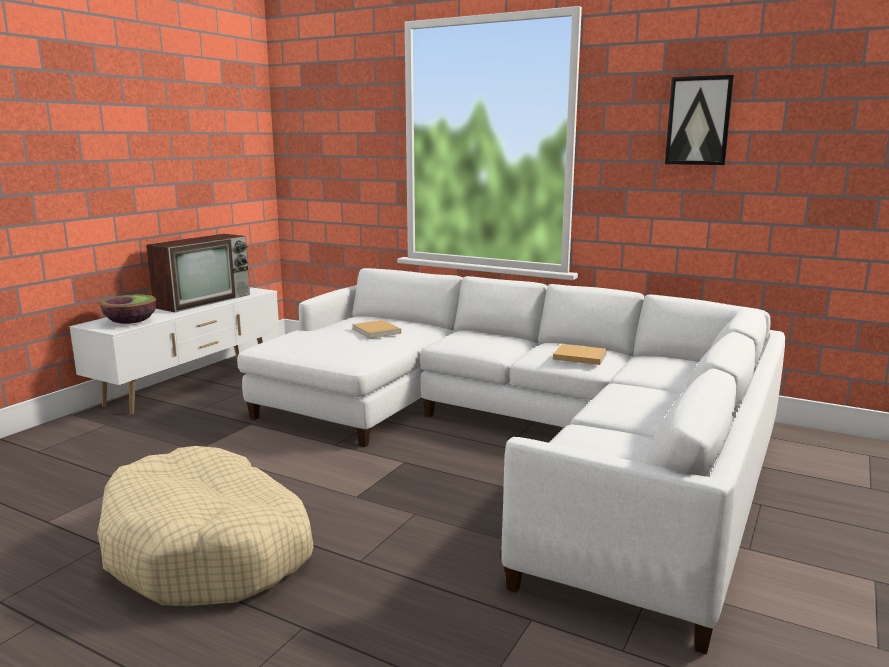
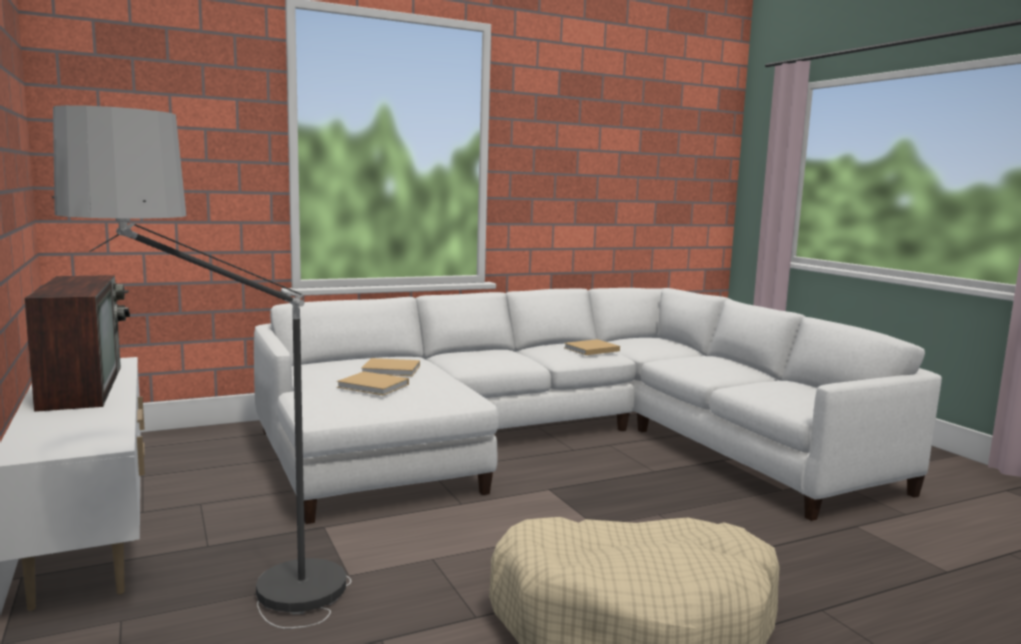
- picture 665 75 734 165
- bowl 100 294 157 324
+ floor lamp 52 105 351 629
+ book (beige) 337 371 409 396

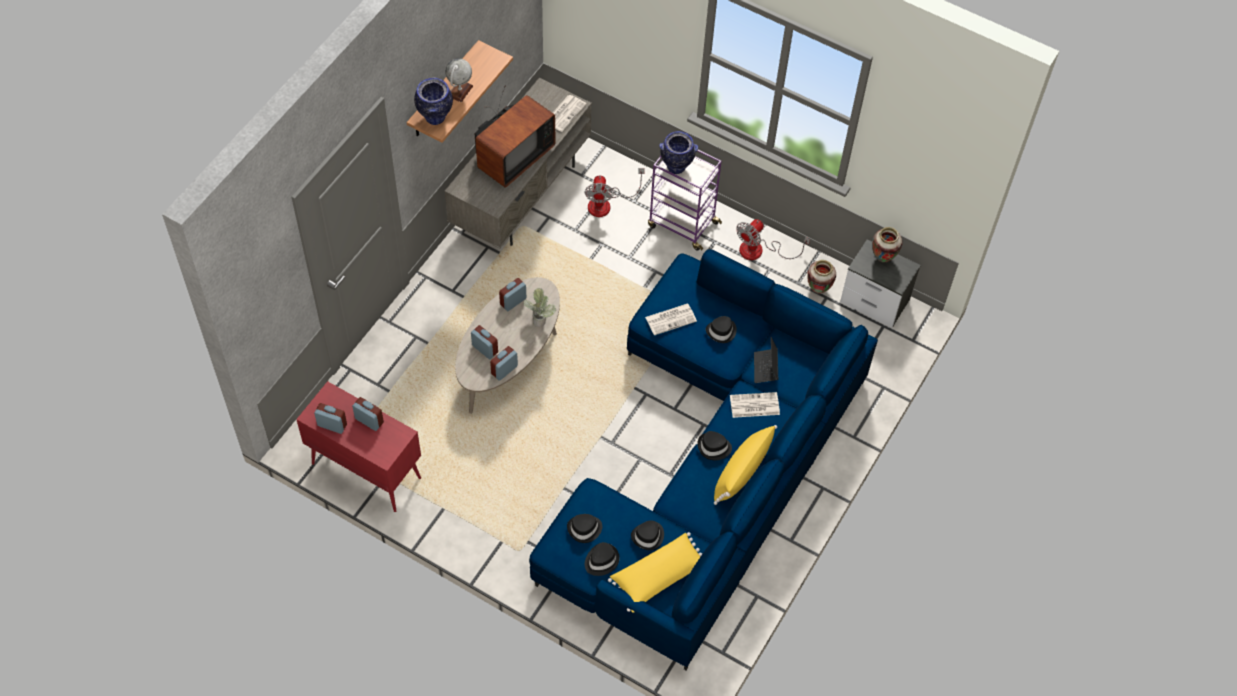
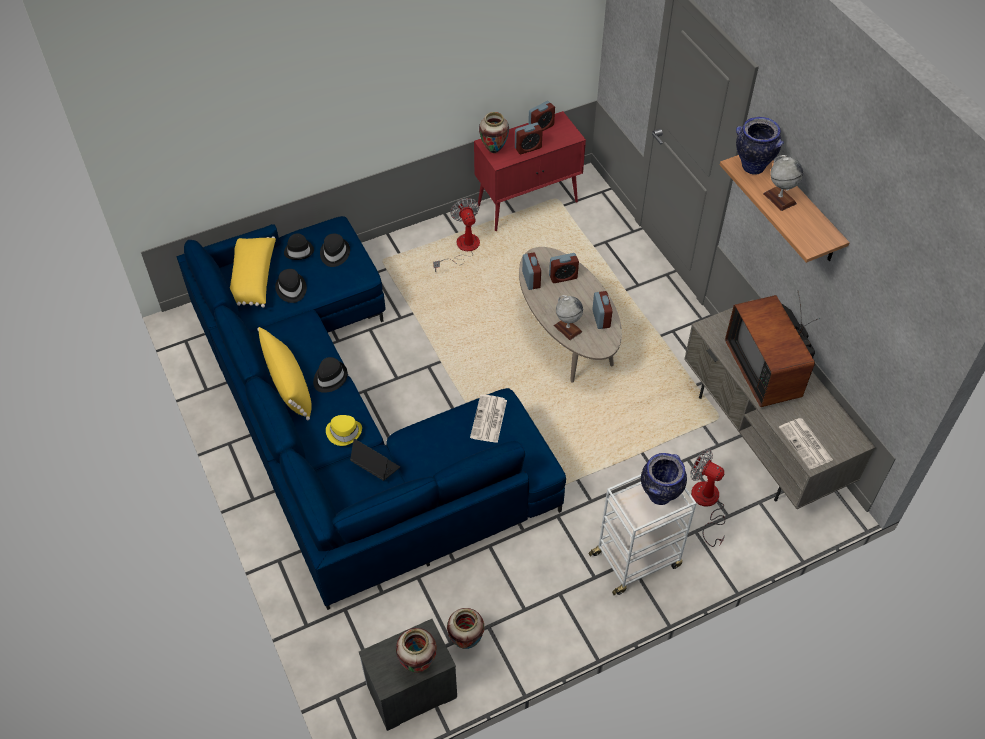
~ cart (purple) 648 150 722 251 to cart (white) 589 474 697 595
~ fan 736 219 810 260 to 433 198 480 272
~ potted plant 524 288 556 327 to globe 554 295 583 340
- hat (black) 706 316 737 343
~ newspaper 730 392 780 418 to hat (yellow) 326 415 362 446
+ vase 479 112 509 153

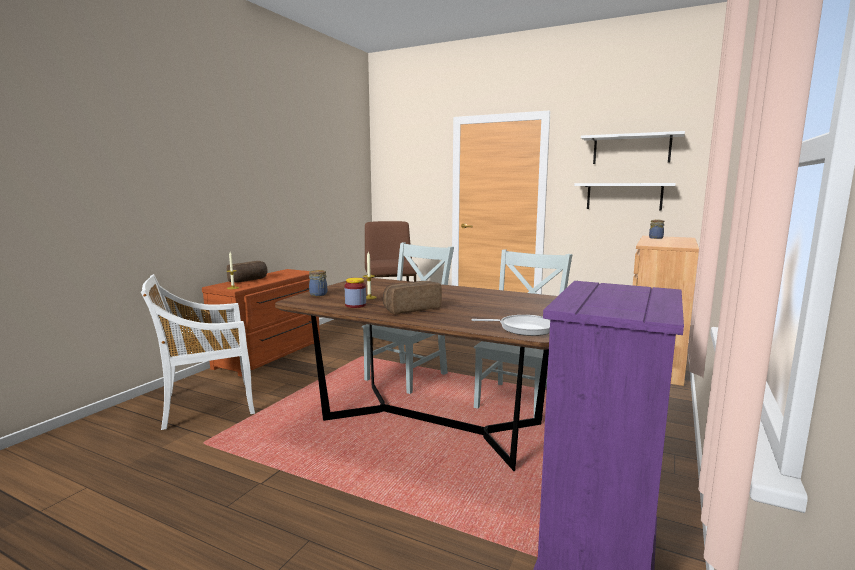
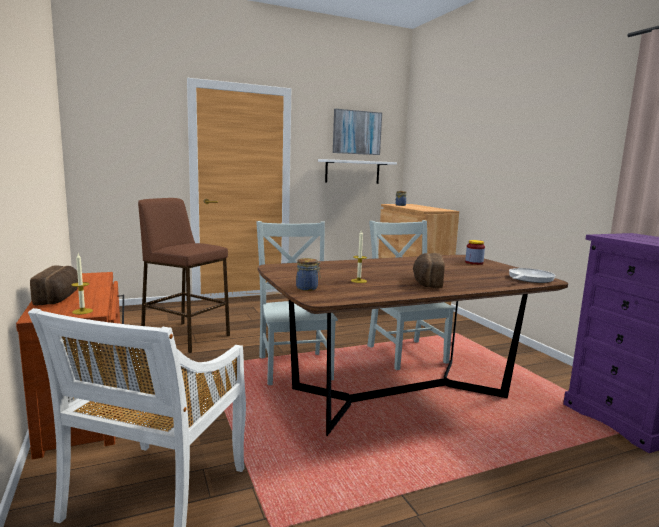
~ shelf (white) 581 131 685 164 to picture 333 109 382 155
~ jar 345 278 366 308 to 465 240 485 265

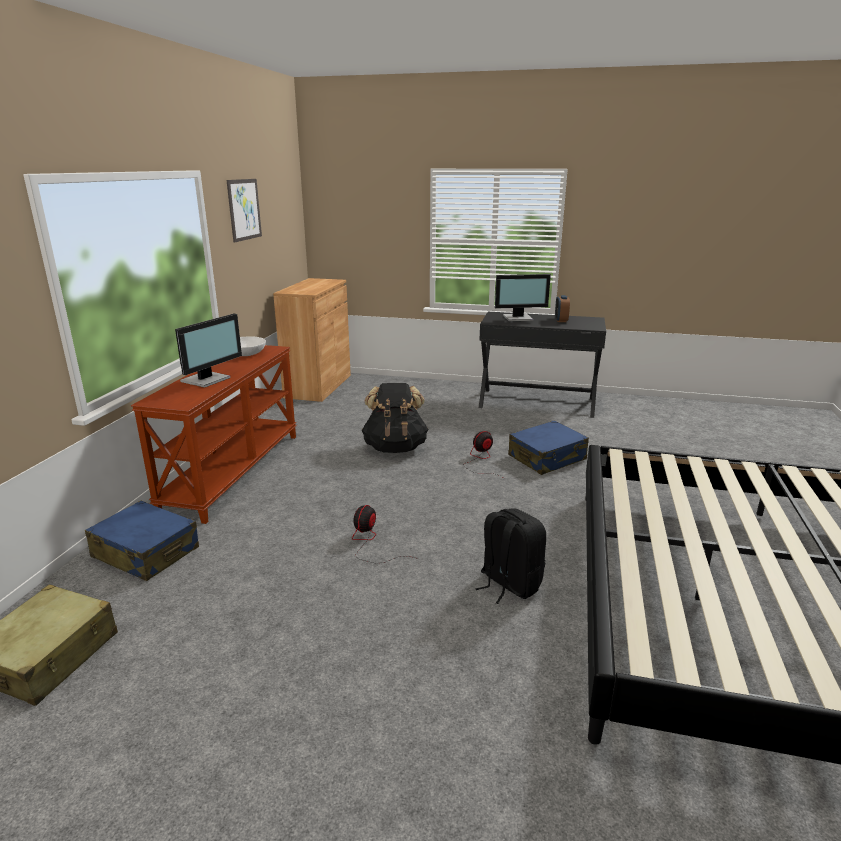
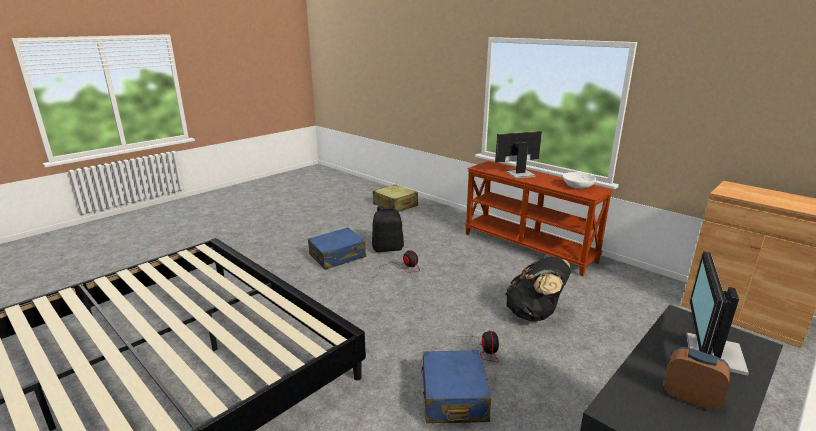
- picture 226 179 262 242
~ monitor 175 314 242 388 = 495 131 542 179 105 degrees clockwise
~ suitcase (blue) 85 501 199 581 to 308 227 366 270
~ backpack (black) 475 508 546 604 to 372 205 404 252

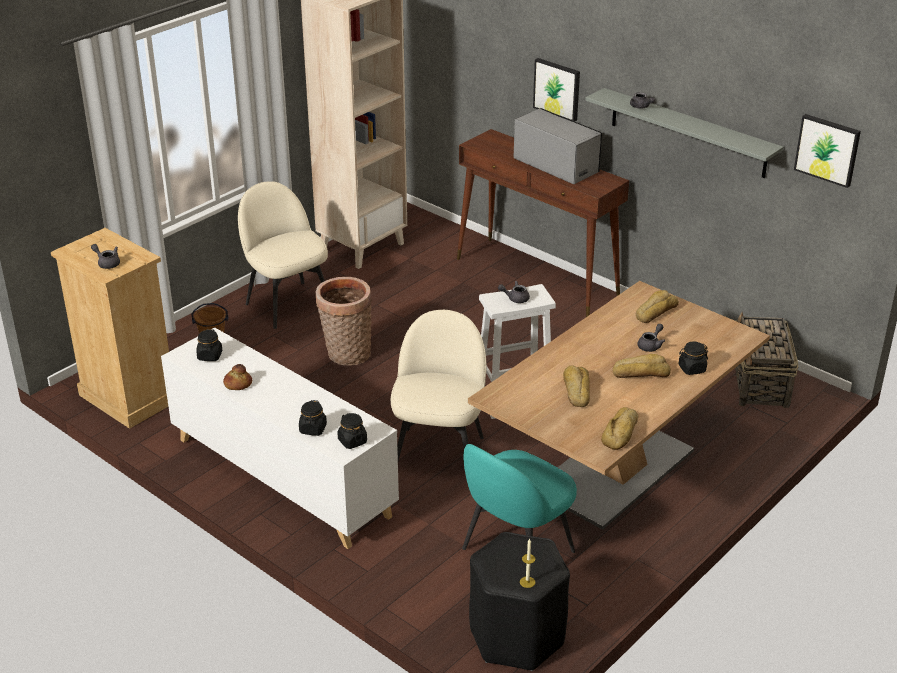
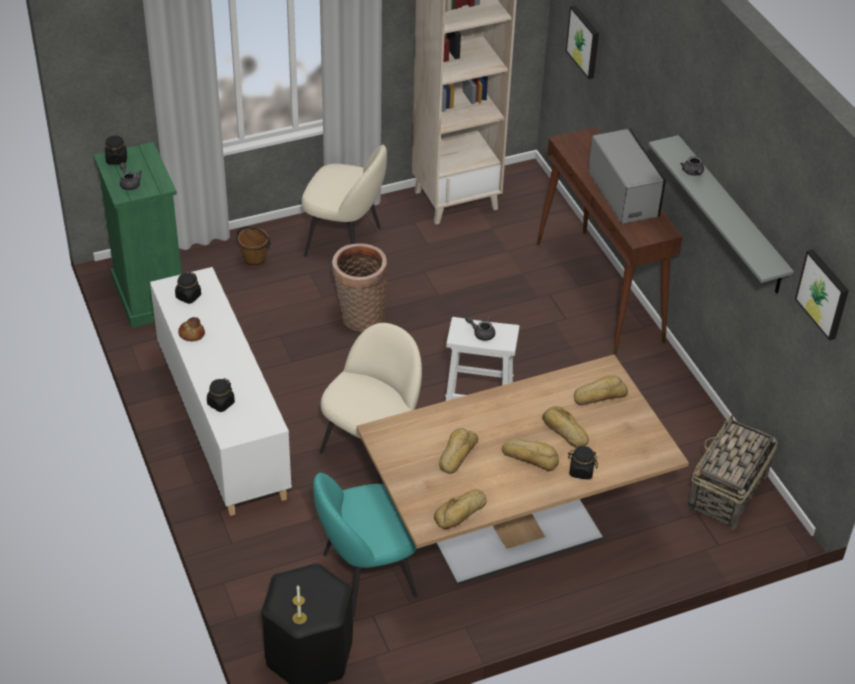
~ picture 533 58 580 121 to 566 5 599 79
~ chair (beige) 238 181 328 329 = 302 145 387 257 120 degrees clockwise
~ dresser (beige) 51 228 169 429 to dresser (green) 93 142 182 328
~ teapot (grey) 638 324 665 352 to bread 542 406 589 448
~ jar (black) 337 413 367 449 to 105 135 127 165

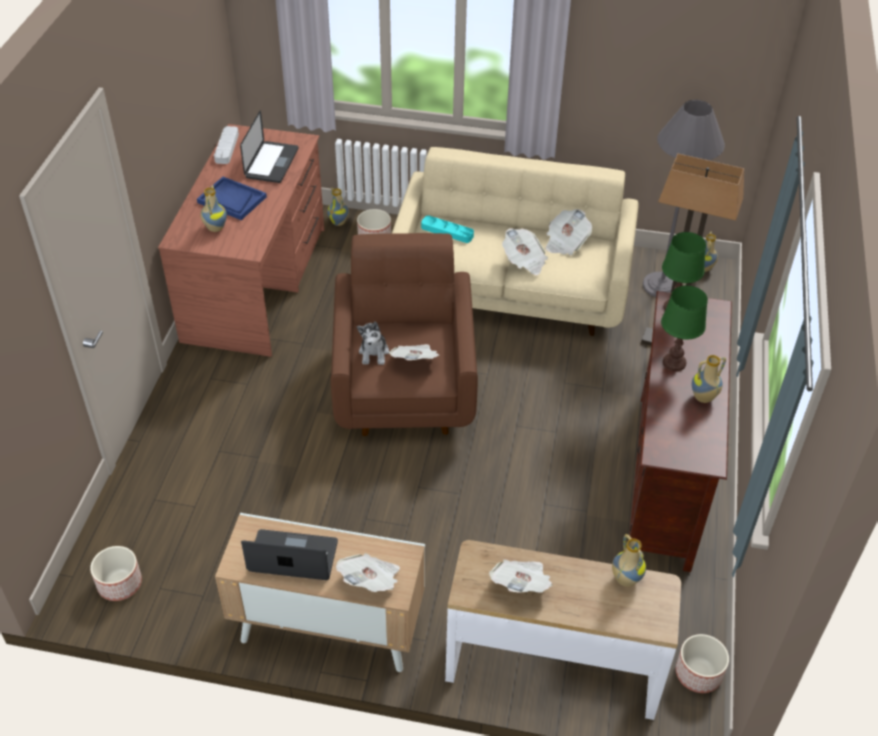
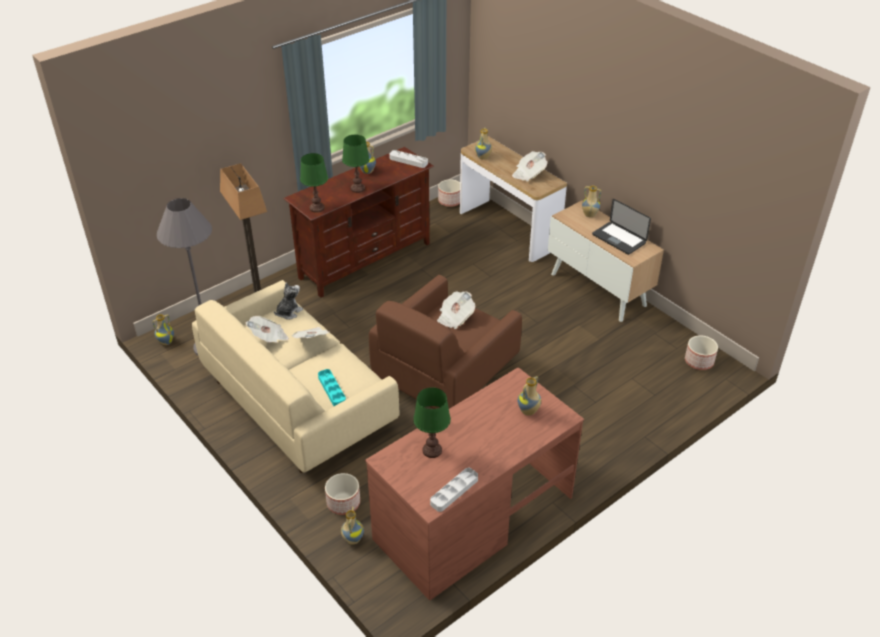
~ laptop 240 110 299 183 to table lamp (green) 413 387 451 458
- tray (blue) 197 177 267 220
~ plush toy 357 321 389 365 to 274 282 303 320
~ newspaper 336 553 400 592 to vase 582 186 601 217
+ tray (grey) 389 150 428 168

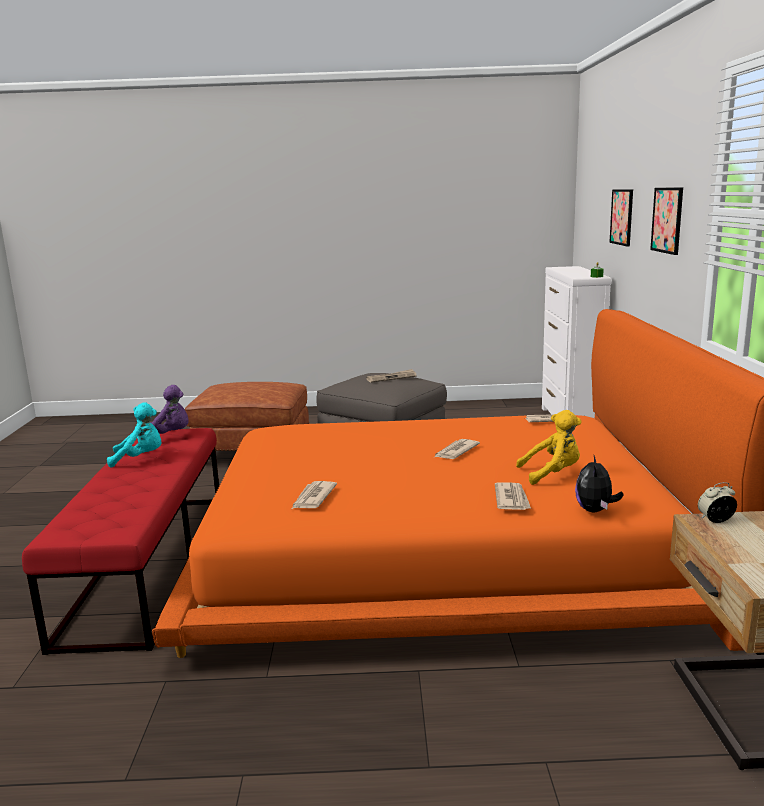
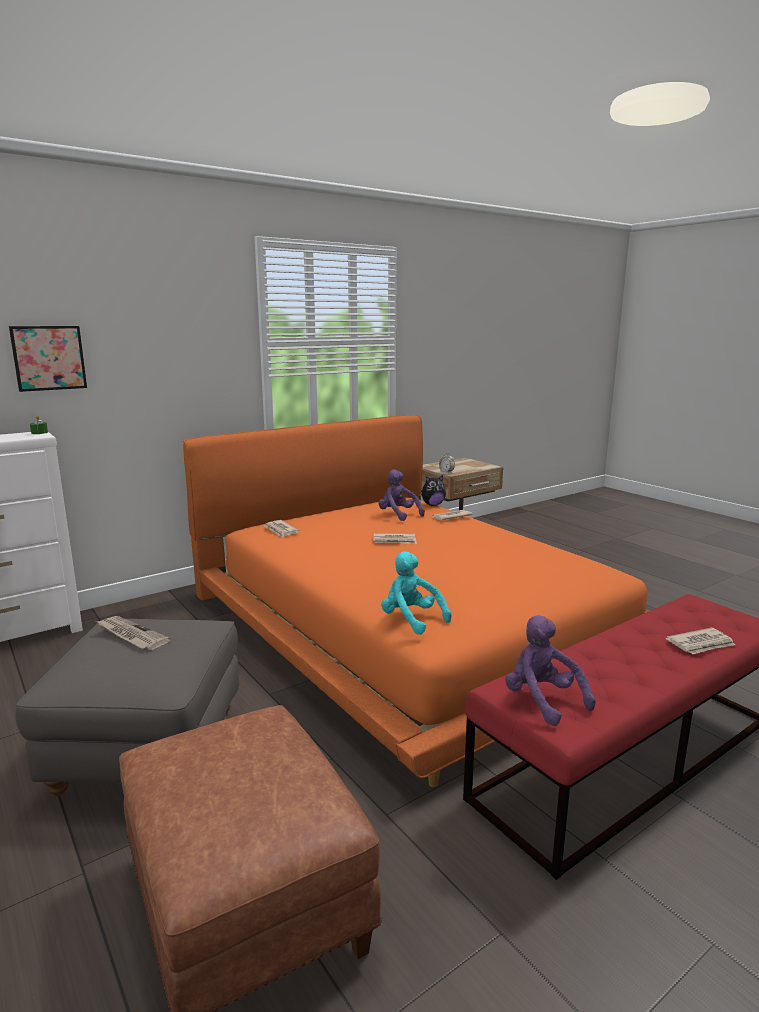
- picture 650 187 683 255
~ plush toy (turquoise) 107 402 161 468 to 381 551 452 635
~ plush toy (yellow) 516 410 582 485 to plush toy (purple) 378 469 425 521
~ newspaper 292 481 337 509 to 666 628 735 654

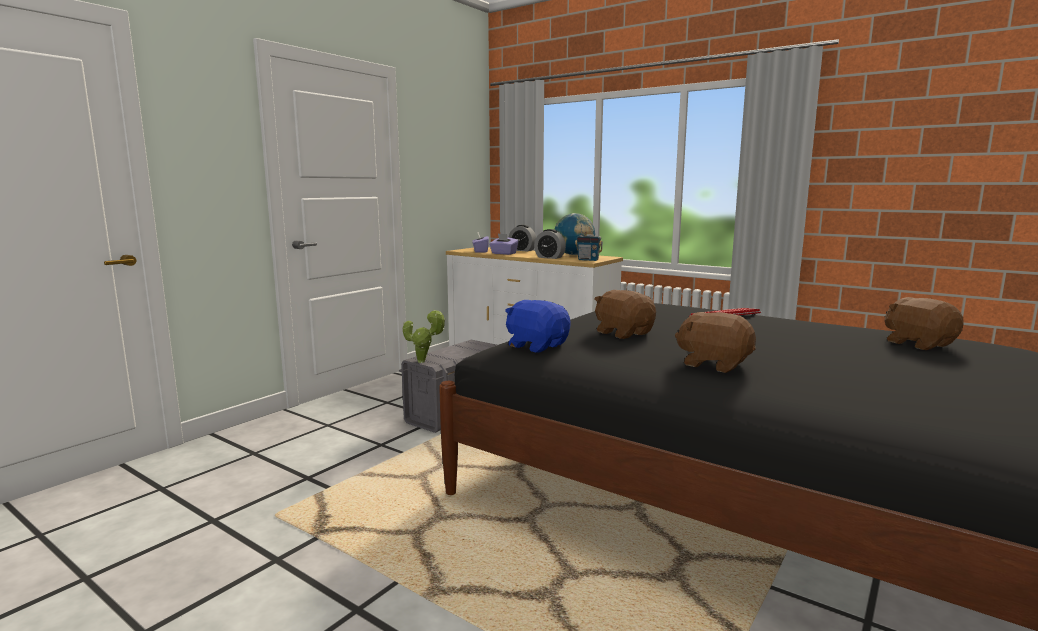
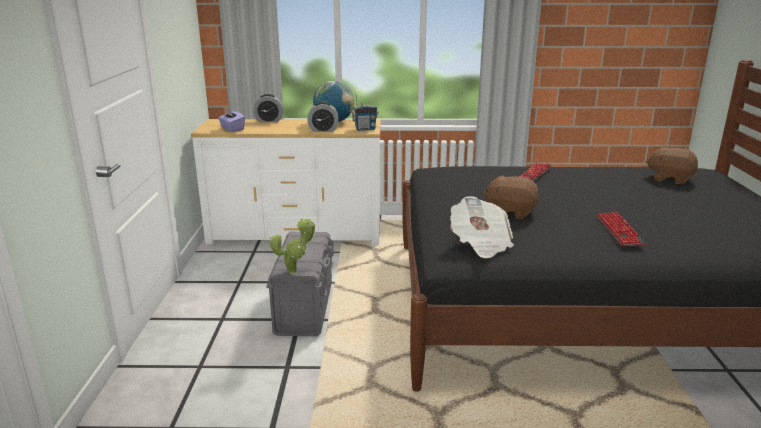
- tissue box (purple) 489 234 519 255
~ plush toy (blue) 505 300 571 353 to newspaper 450 196 514 259
~ plush toy (brown) 675 312 756 373 to keyboard 596 212 646 246

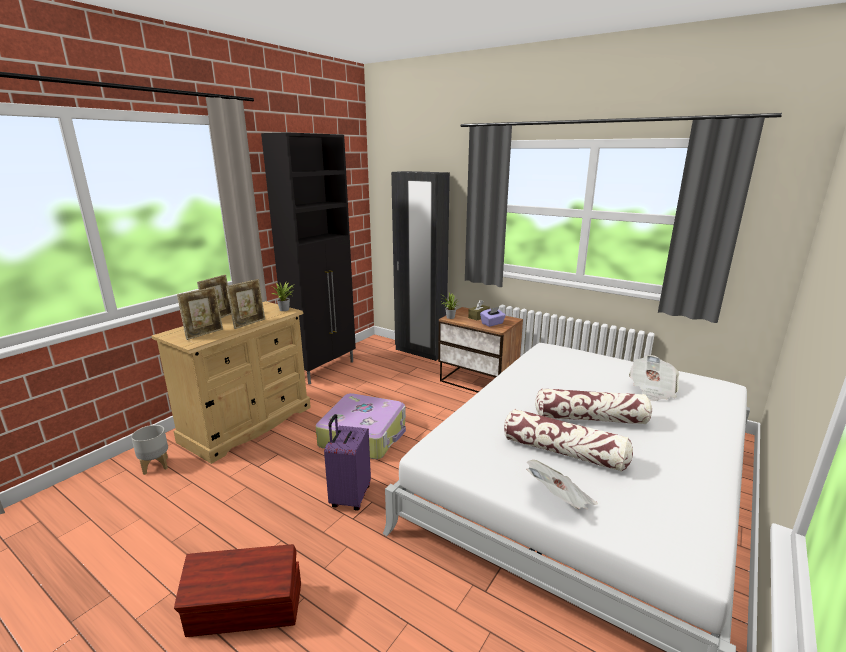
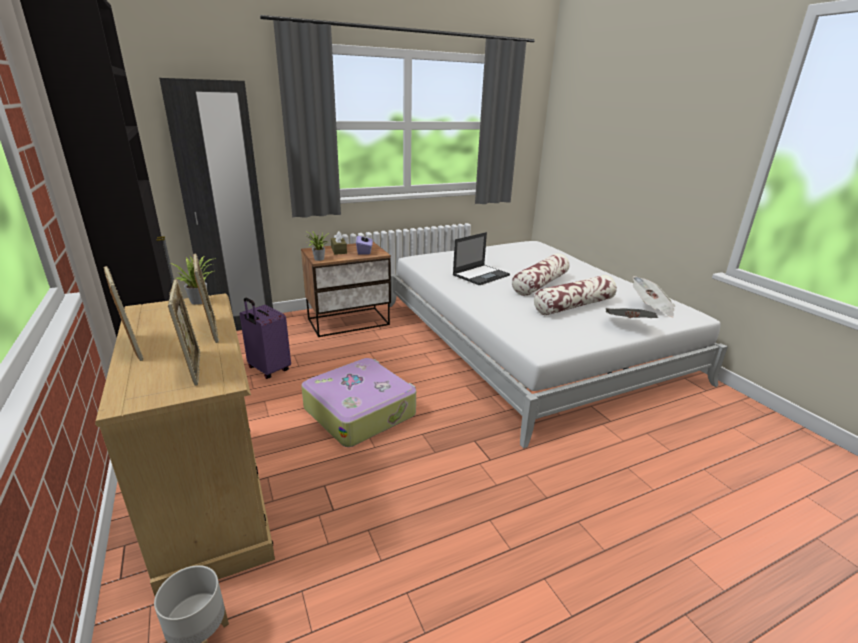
~ newspaper 629 355 679 401 to 633 276 675 318
~ suitcase (purple) 324 414 371 510 to 240 298 291 379
- storage box (brown) 174 544 301 637
+ laptop 453 232 510 285

